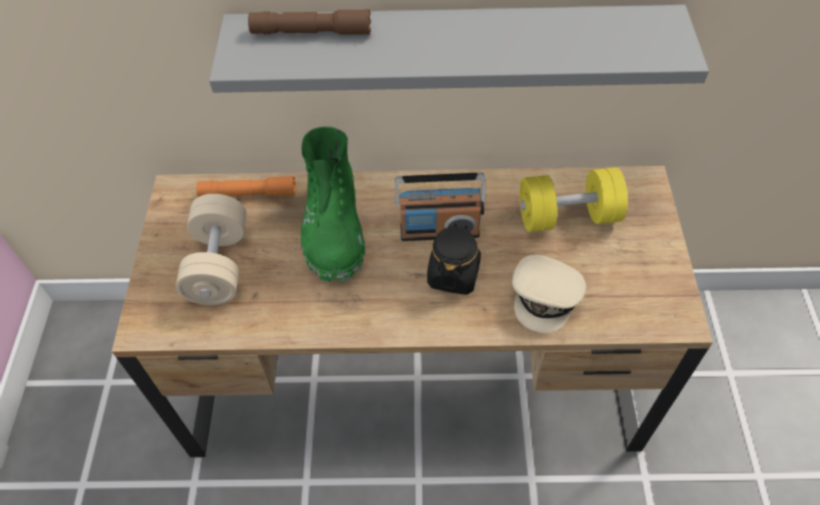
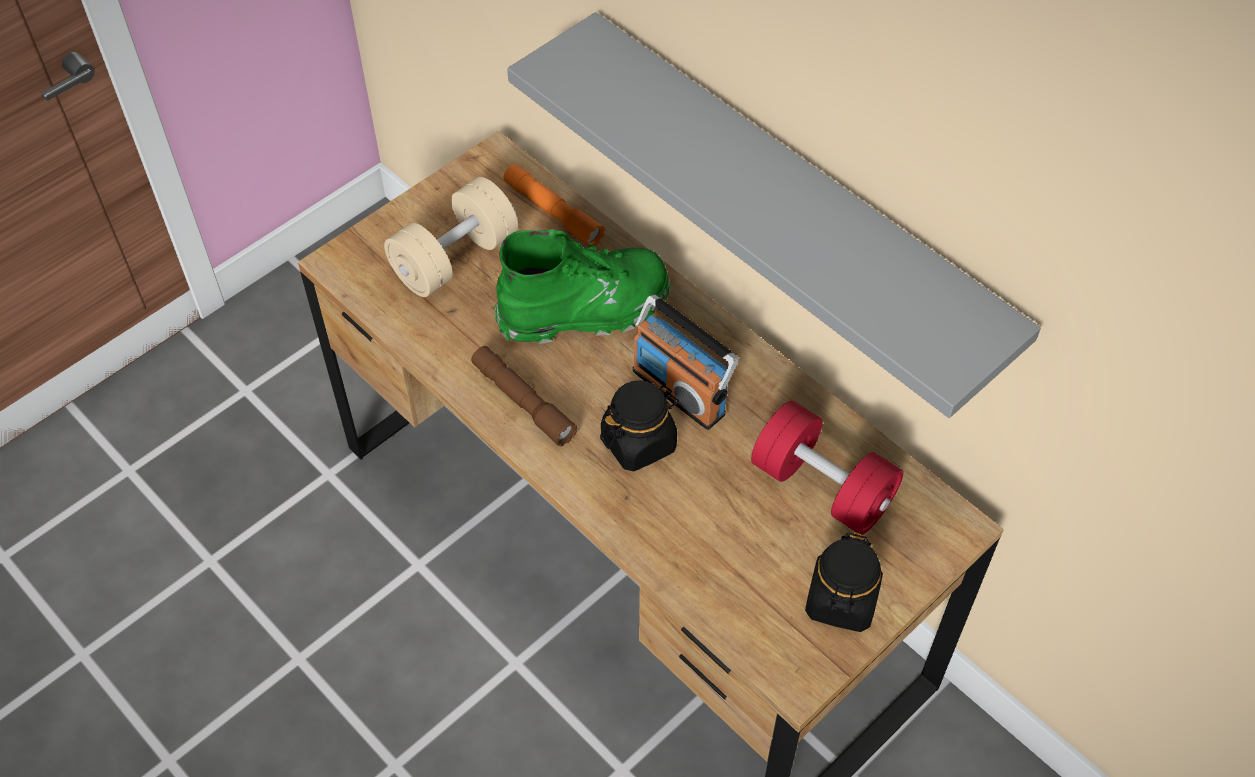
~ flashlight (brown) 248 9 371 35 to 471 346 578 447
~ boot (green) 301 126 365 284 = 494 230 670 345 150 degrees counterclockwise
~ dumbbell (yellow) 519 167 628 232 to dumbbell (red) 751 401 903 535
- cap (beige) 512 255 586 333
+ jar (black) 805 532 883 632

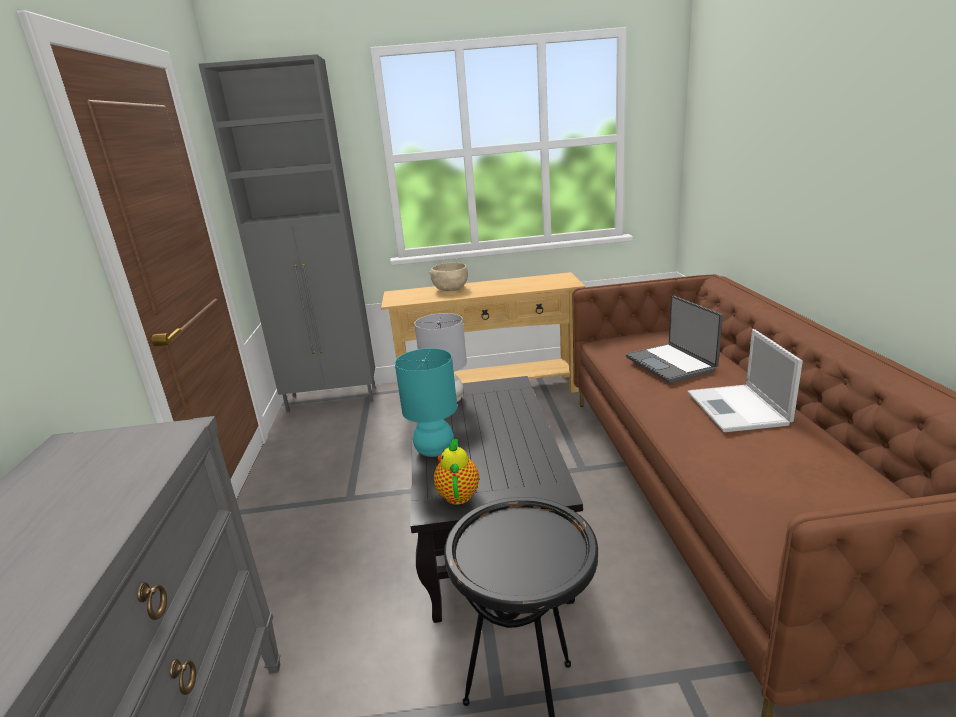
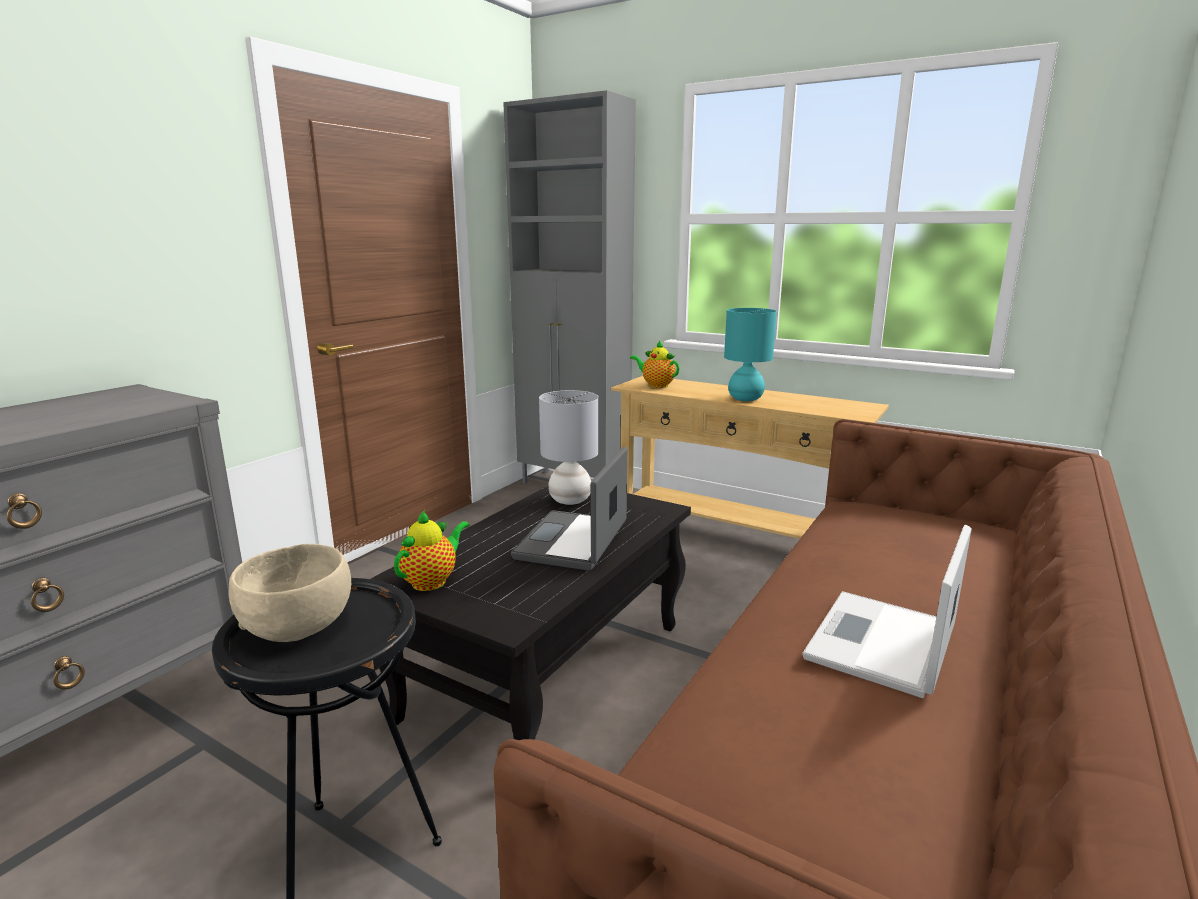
~ bowl (beige) 429 262 468 291 to 229 544 351 642
~ laptop 626 296 723 383 to 511 447 627 571
~ table lamp (turquoise) 395 348 457 457 to 724 308 777 401
+ teapot 630 340 680 388

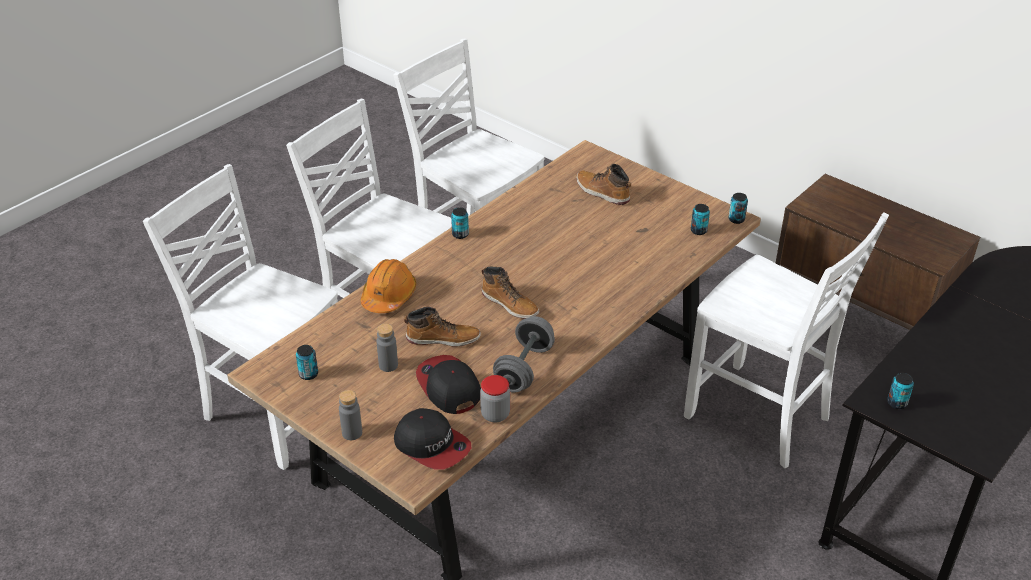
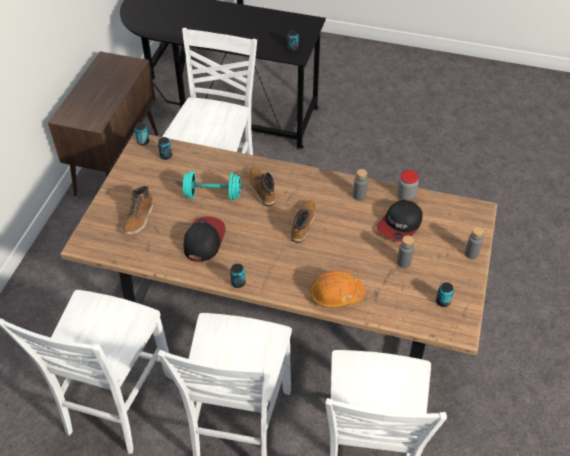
~ boot 404 307 481 347 to 248 167 276 206
~ dumbbell (grey) 493 316 555 393 to bottle (grey) 353 169 368 201
~ cap 394 408 471 470 to 184 216 226 262
+ dumbbell (turquoise) 182 171 242 201

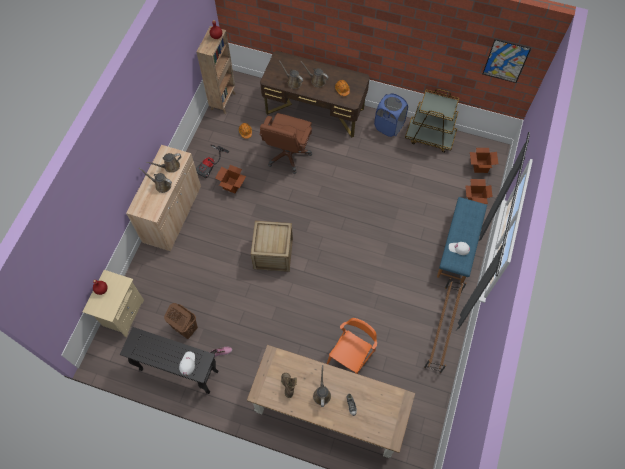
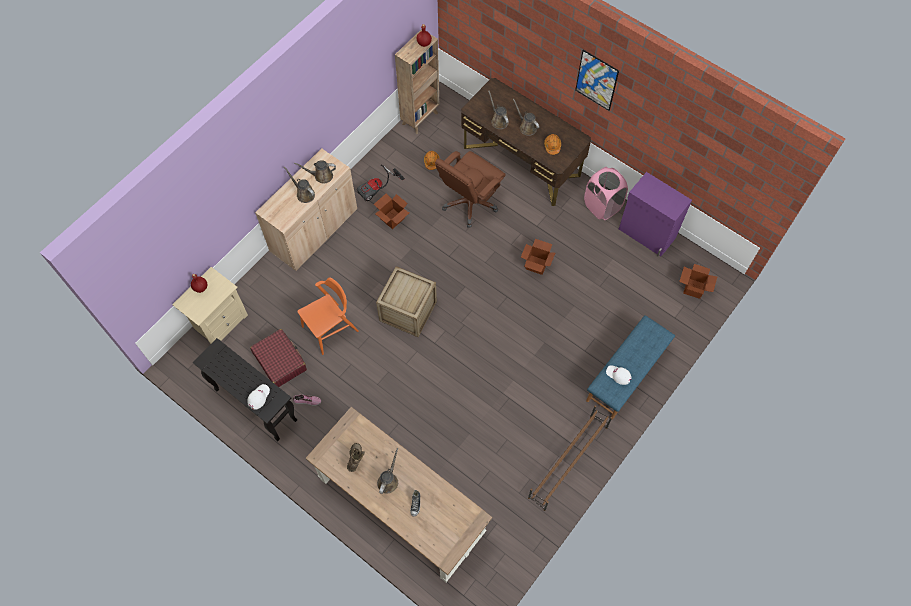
~ picture 483 39 531 83 to 575 50 619 111
~ cart (brown) 405 89 459 153 to cabinet (purple) 619 172 692 257
~ laundry basket (blue) 374 93 408 137 to laundry basket (pink) 584 167 628 220
~ cardboard box 465 179 493 204 to 521 239 555 275
~ laundry basket (brown) 164 303 198 339 to suitcase (red) 250 329 307 387
~ chair (orange) 327 318 377 374 to 297 277 359 355

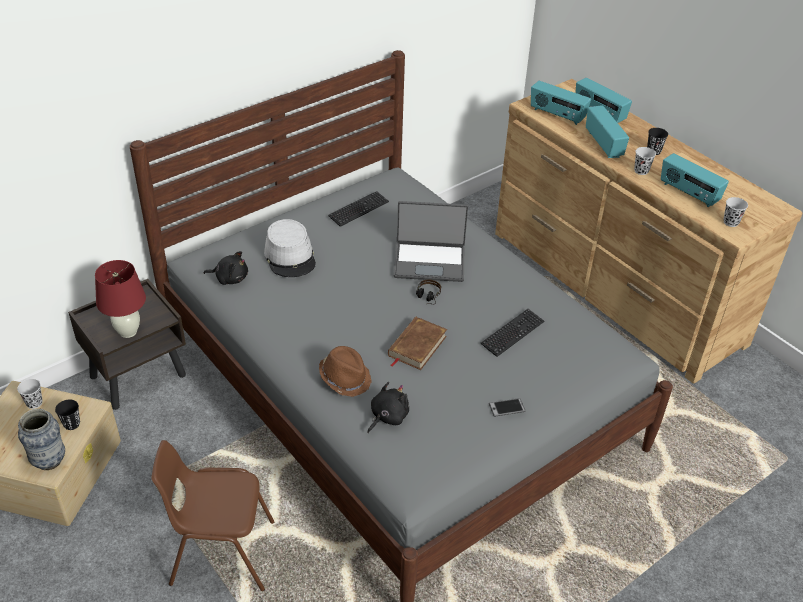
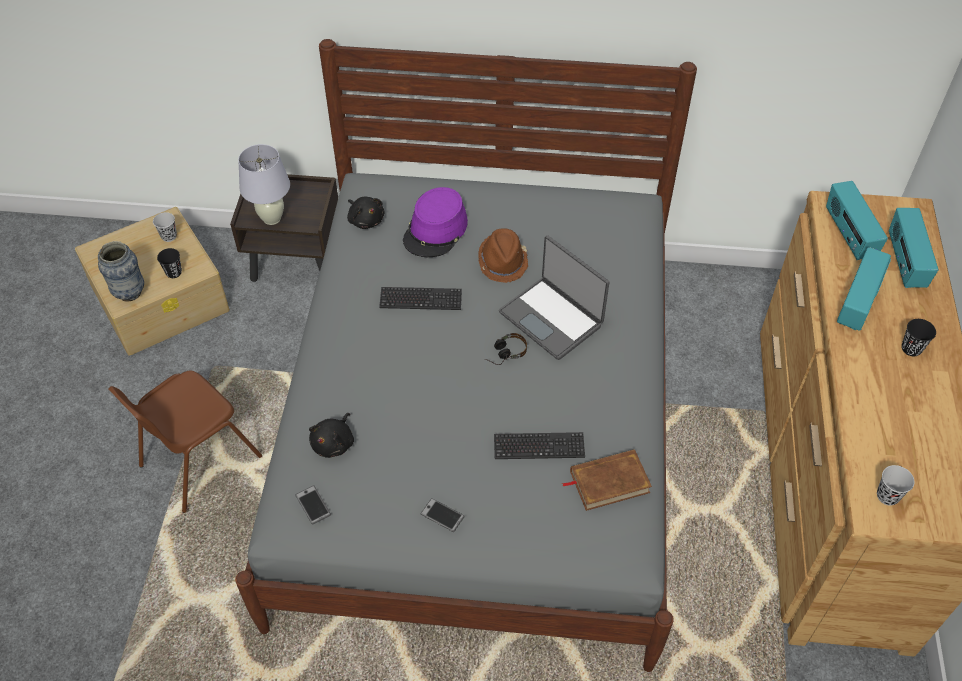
- cup (black) 634 147 656 175
- radio 661 153 729 208
~ keyboard 328 191 389 227 to 379 287 462 310
~ hat (grey) 264 219 316 277 to hat (purple) 403 187 468 257
~ table lamp (red) 95 260 146 338 to table lamp (white) 238 144 290 225
~ book (brown) 388 317 447 370 to 562 449 652 511
~ hat (brown) 319 346 372 397 to 478 229 528 283
~ plush toy (black) 367 382 409 433 = 309 413 354 458 120 degrees clockwise
~ chair (brown) 151 440 274 591 = 108 370 262 513 90 degrees counterclockwise
+ phone 295 485 331 525

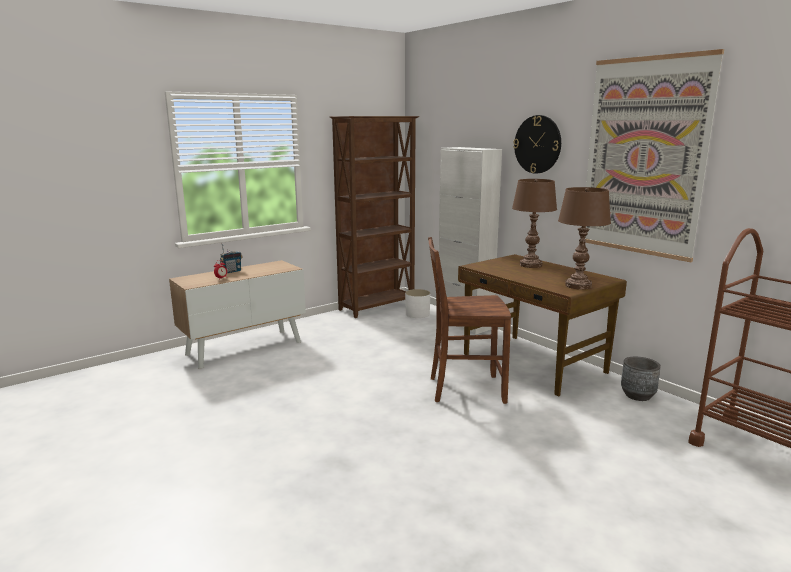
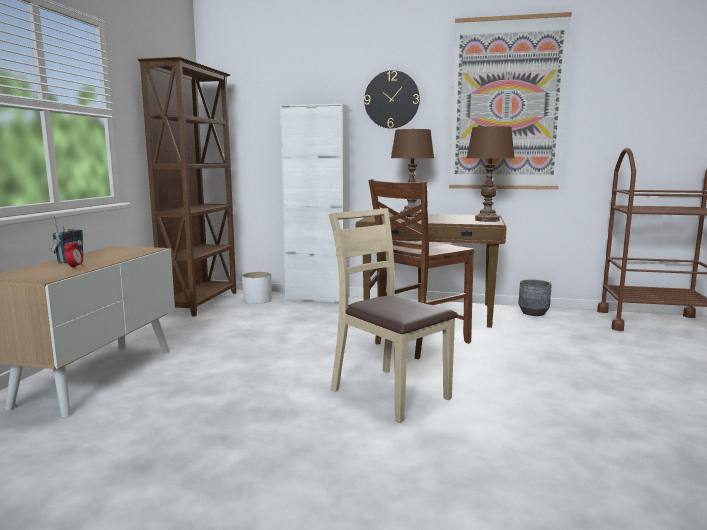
+ chair (beige) 329 208 458 423

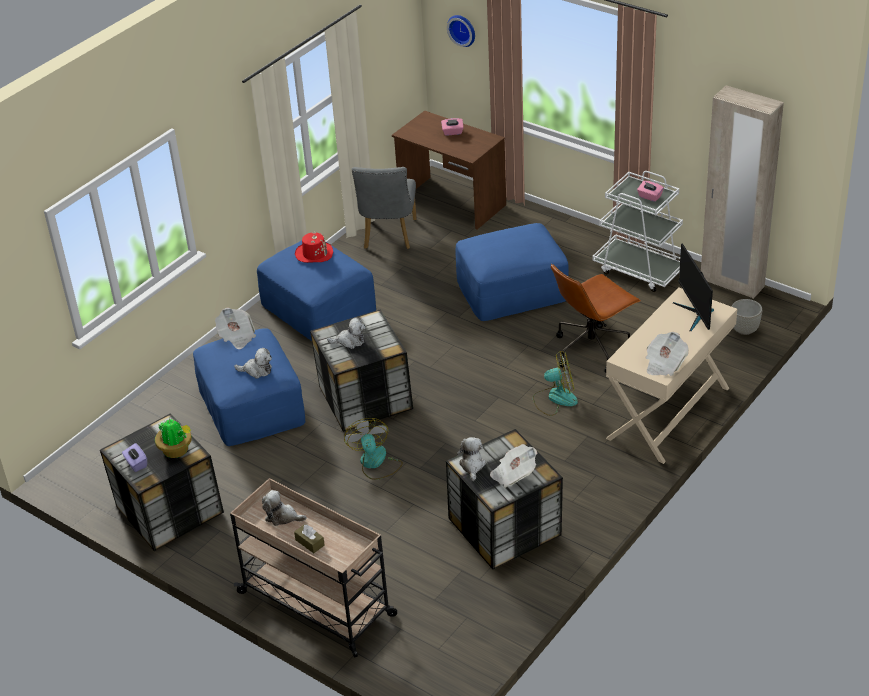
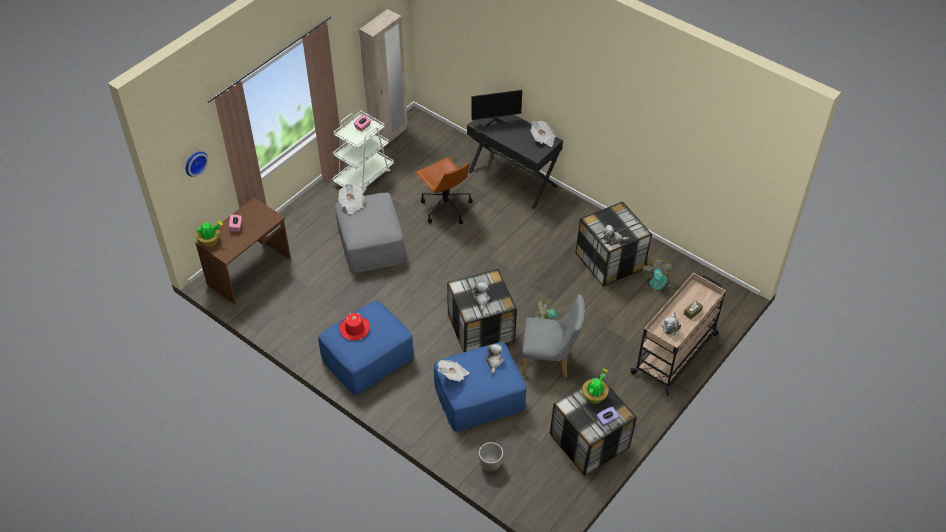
~ chair (grey) 352 167 417 249 to 522 294 585 378
~ ottoman (blue) 456 223 569 321 to ottoman (grey) 335 193 405 273
~ desk (beige) 606 287 737 464 to desk (black) 467 115 563 209
~ planter (grey) 732 299 762 335 to 478 442 504 471
~ fan 533 351 578 416 to 642 259 677 299
~ newspaper 490 444 537 488 to 338 183 364 214
+ potted plant 196 221 223 247

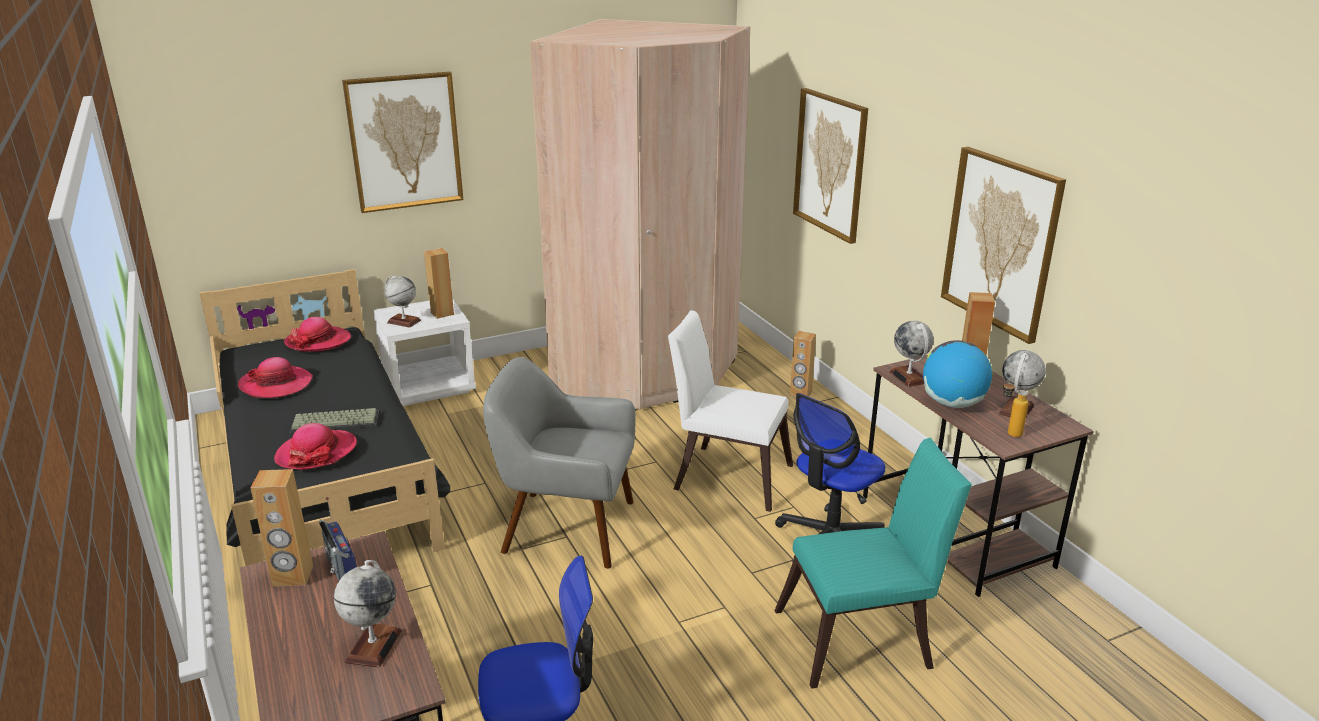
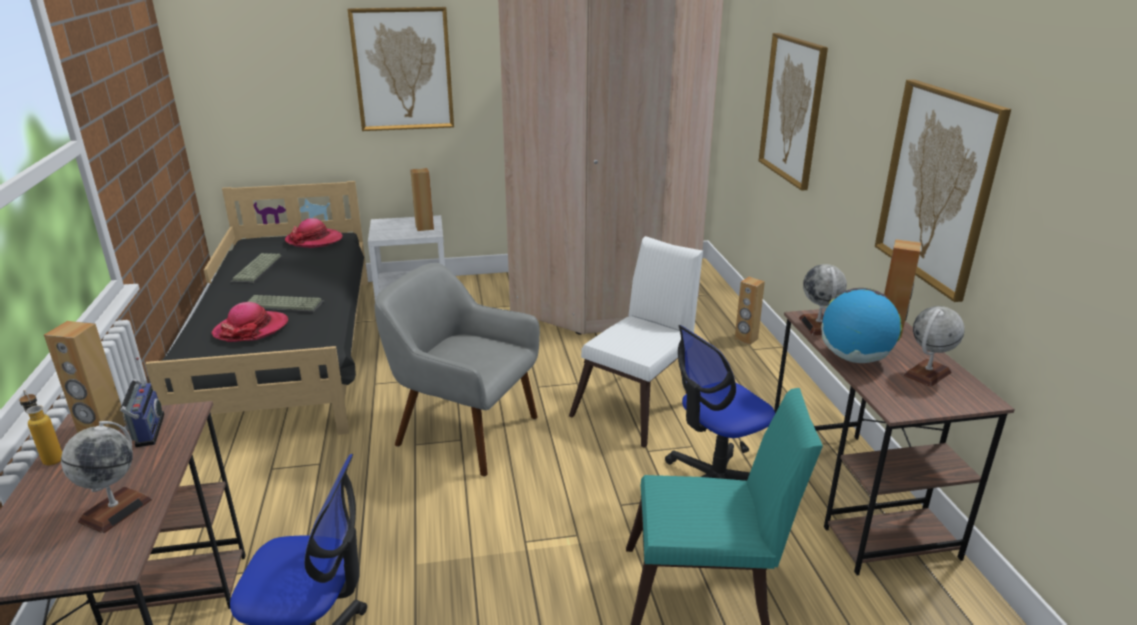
- globe 385 275 421 328
~ chair (white) 668 310 793 512 = 569 236 703 448 90 degrees clockwise
~ hat 238 357 313 398 to keyboard 230 253 283 284
~ bottle 1003 380 1029 437 to 19 390 62 466

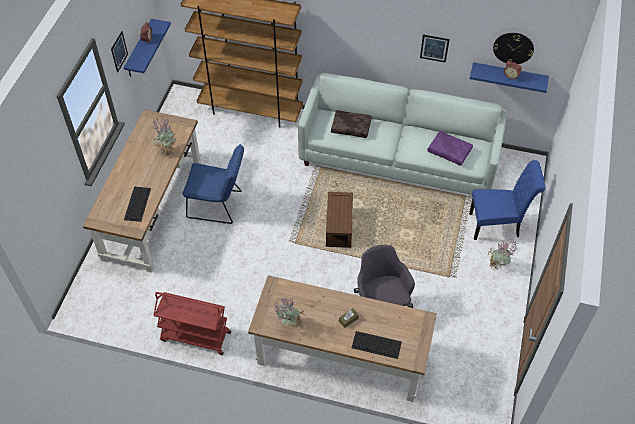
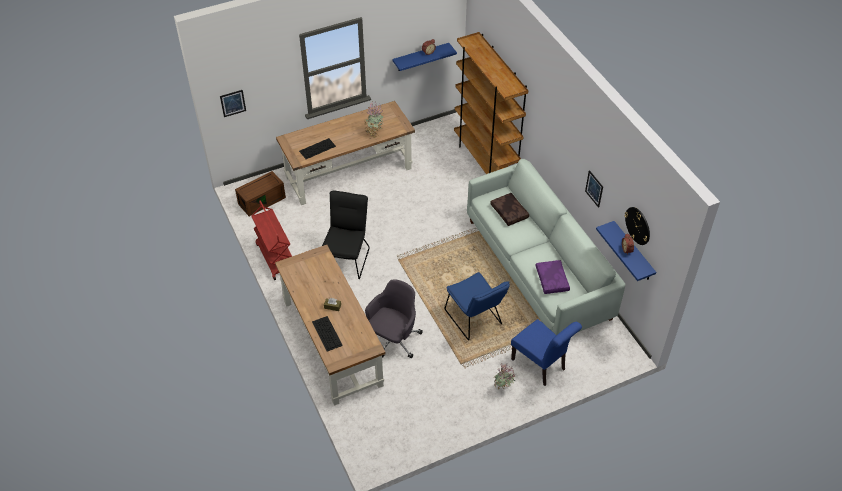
~ picture 111 31 128 73 to 220 90 246 117
~ chair (blue) 182 144 244 224 to 445 272 510 340
~ storage box (brown) 326 192 353 248 to 235 171 286 216
- potted plant 274 297 306 331
+ chair (black) 322 191 370 279

